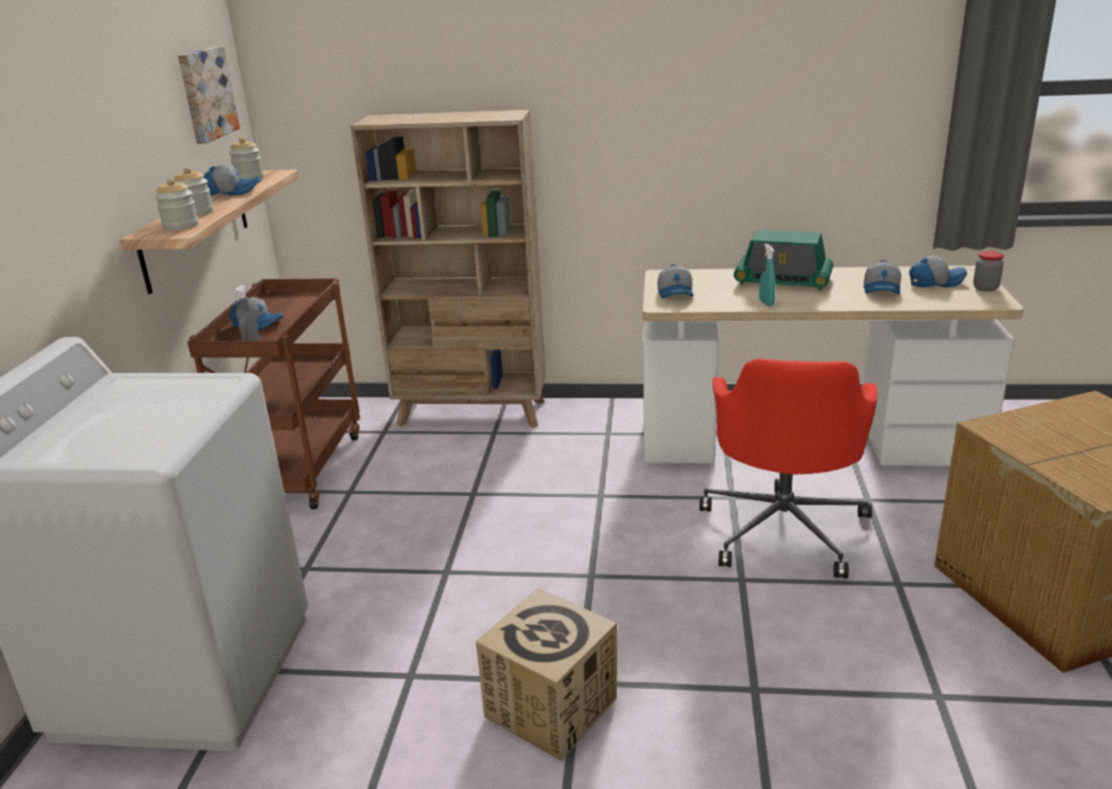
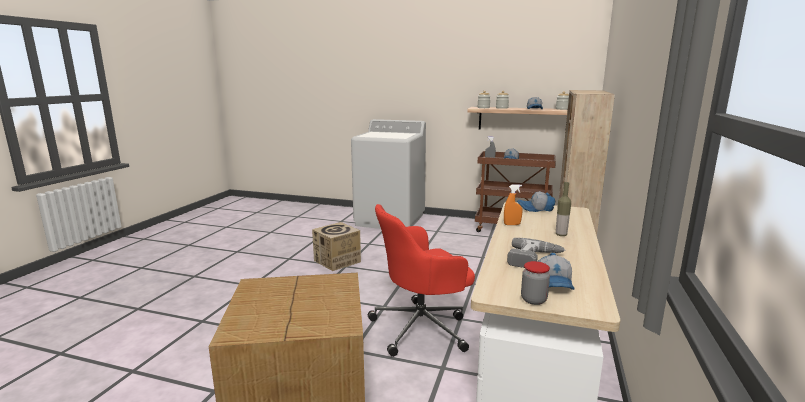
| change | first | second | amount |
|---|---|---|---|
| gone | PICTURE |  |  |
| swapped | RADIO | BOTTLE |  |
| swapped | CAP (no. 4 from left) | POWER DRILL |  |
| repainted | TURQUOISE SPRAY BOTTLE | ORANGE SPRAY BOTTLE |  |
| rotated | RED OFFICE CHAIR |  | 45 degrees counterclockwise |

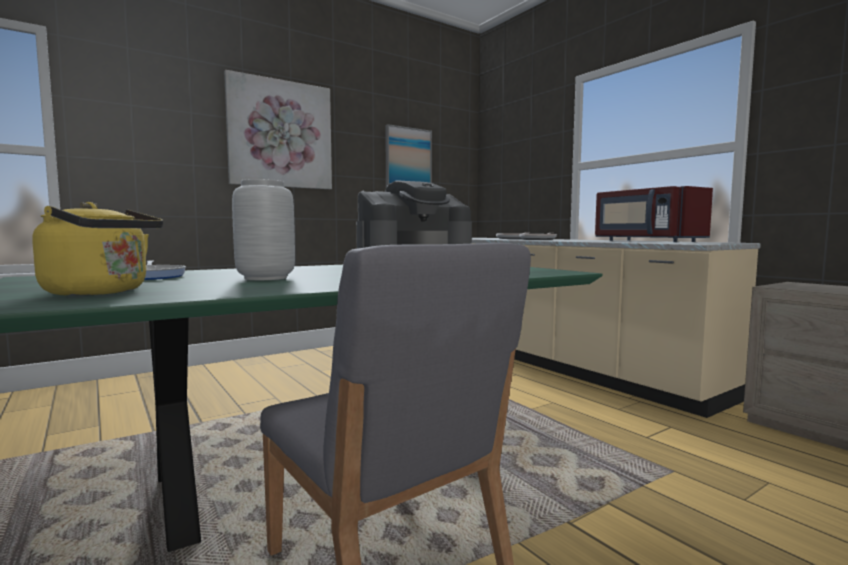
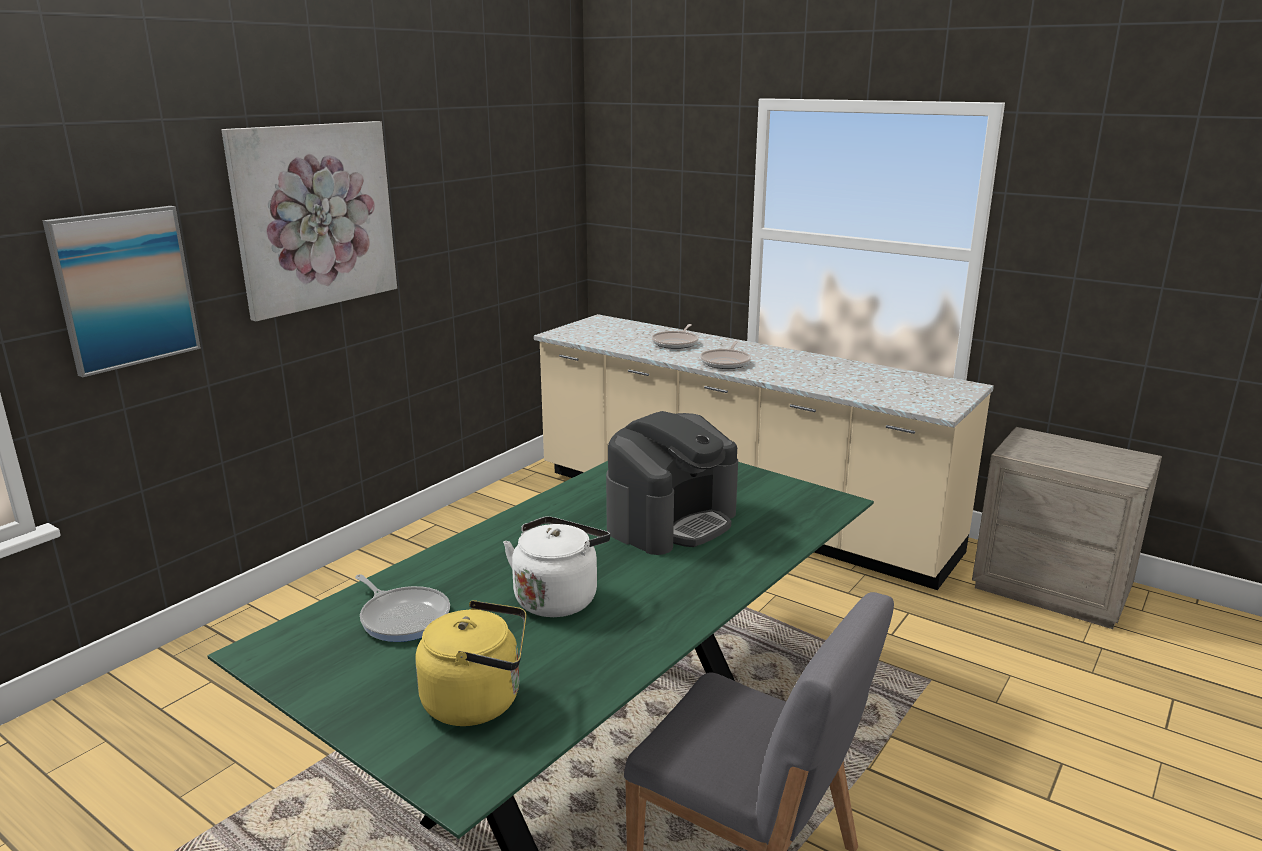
| change | first | second | amount |
|---|---|---|---|
| gone | RED MICROWAVE |  |  |
| shifted | PICTURE (no. 2 from left in the first image) | PICTURE (no. 1 from left) |  |
| swapped | GREY VASE | WHITE KETTLE |  |

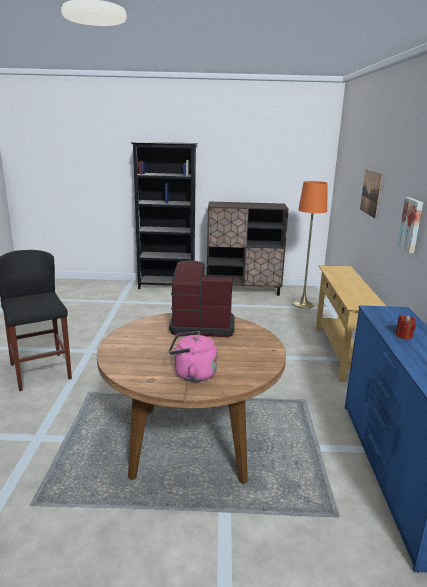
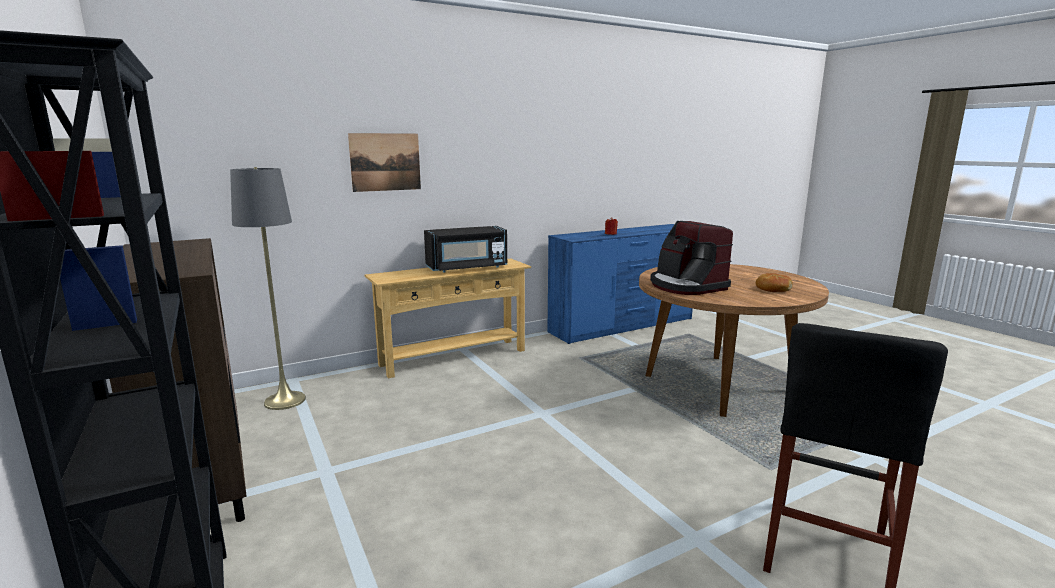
| change | first | second | amount |
|---|---|---|---|
| gone | PINK KETTLE |  |  |
| gone | PICTURE (no. 2 from left) |  |  |
| new |  | BLACK MICROWAVE |  |
| new |  | BREAD |  |
| repainted | ORANGE FLOOR LAMP | GREY FLOOR LAMP |  |

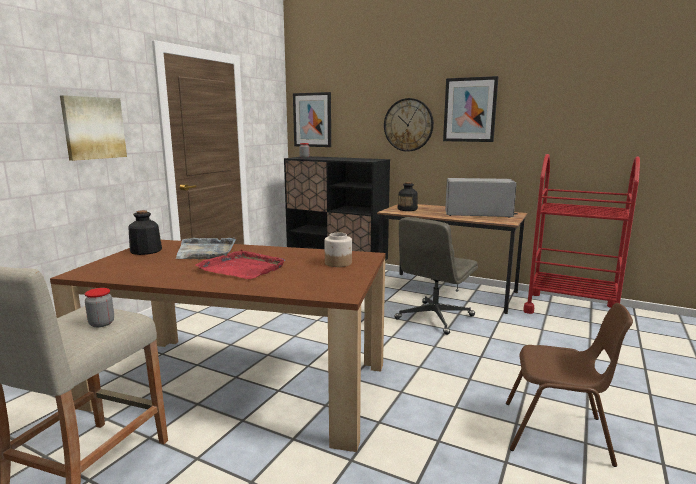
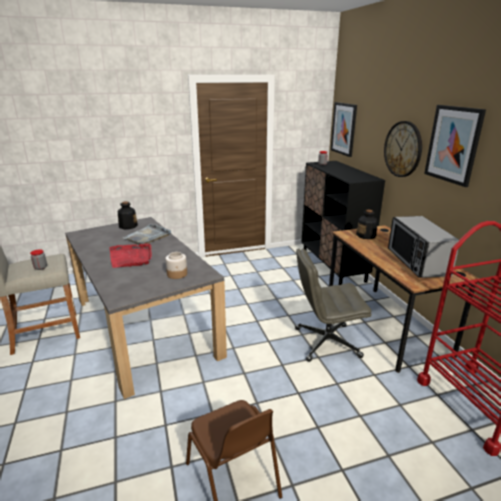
| change | first | second | amount |
|---|---|---|---|
| gone | PICTURE (no. 1 from left) |  |  |
| repainted | BROWN DINING TABLE | GREY DINING TABLE |  |
| rotated | MICROWAVE |  | 150 degrees counterclockwise |

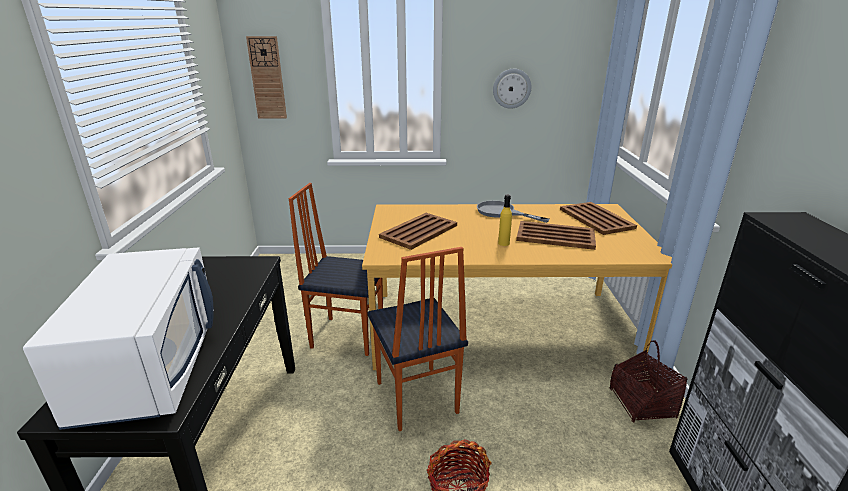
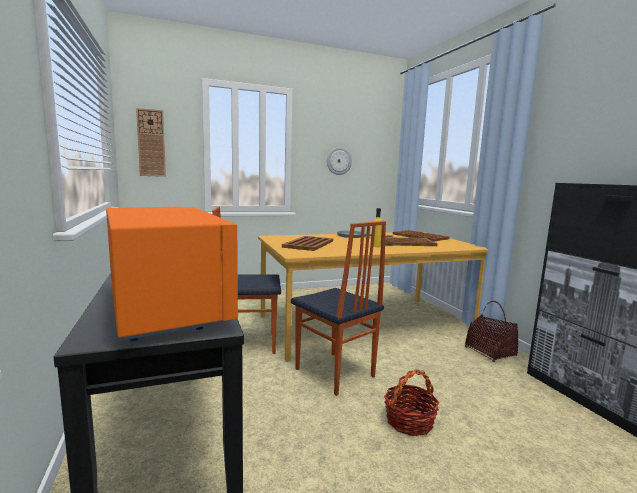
| change | first | second | amount |
|---|---|---|---|
| repainted | WHITE MICROWAVE | ORANGE MICROWAVE |  |

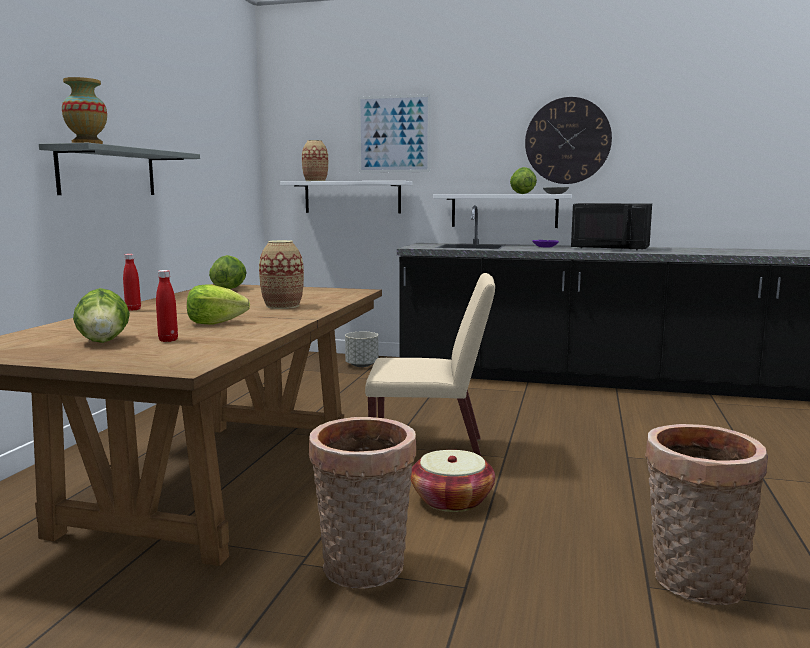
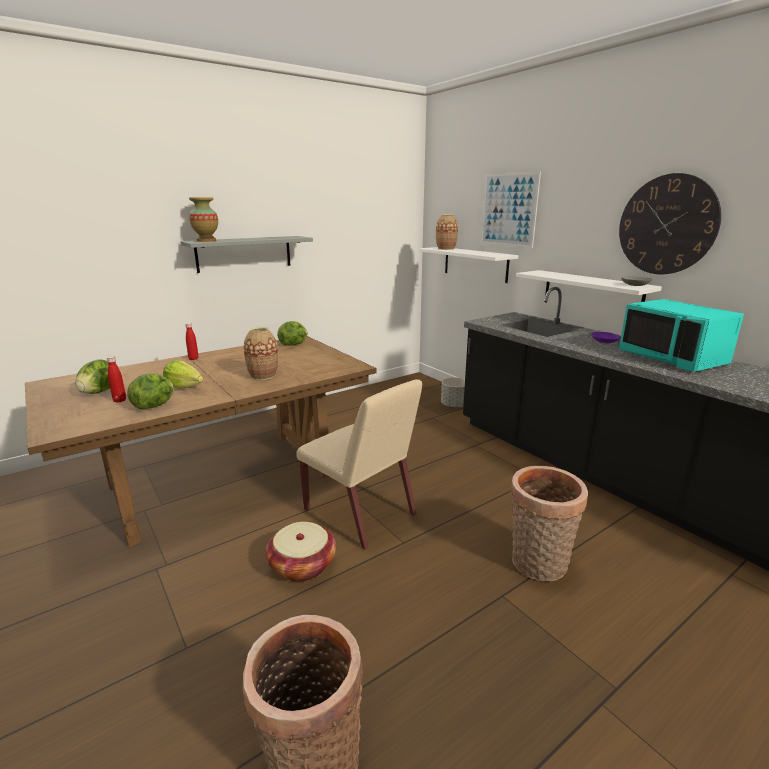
| change | first | second | amount |
|---|---|---|---|
| shifted | BASKET (no. 1 from left in the first image) | BASKET (no. 3 from left) |  |
| shifted | LETTUCE (no. 4 from left in the first image) | LETTUCE (no. 2 from left) |  |
| repainted | BLACK MICROWAVE | TURQUOISE MICROWAVE |  |

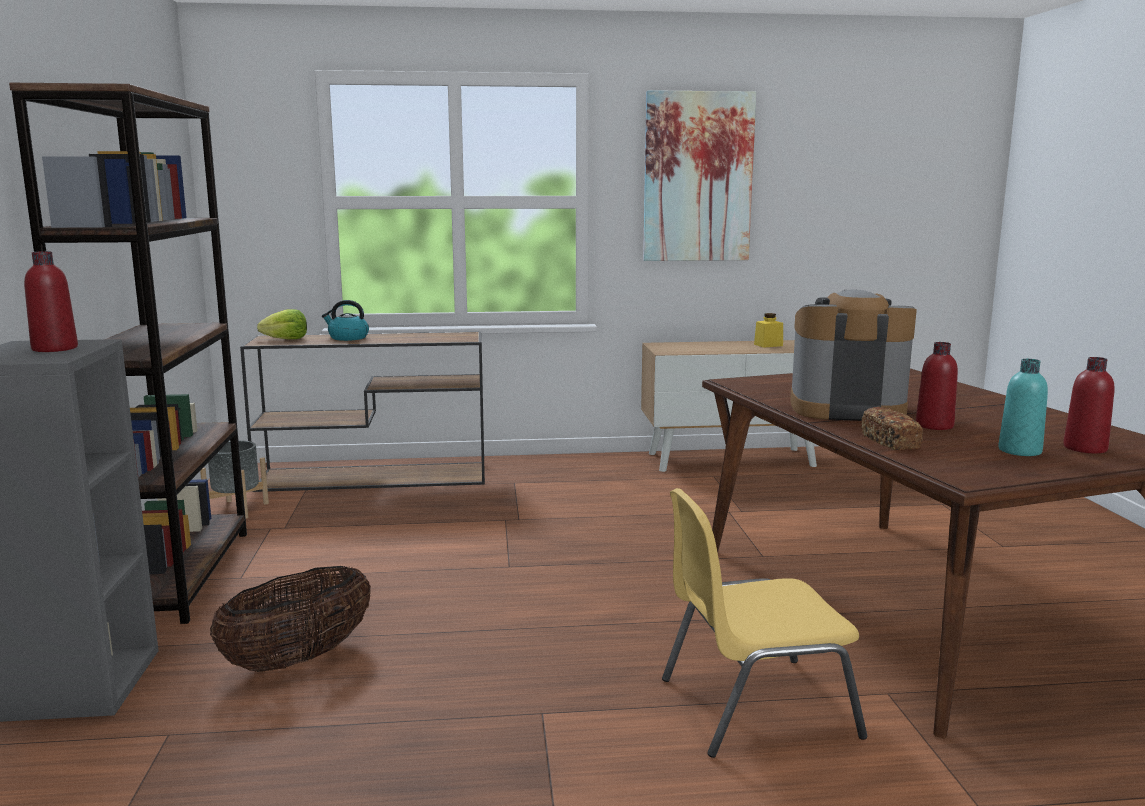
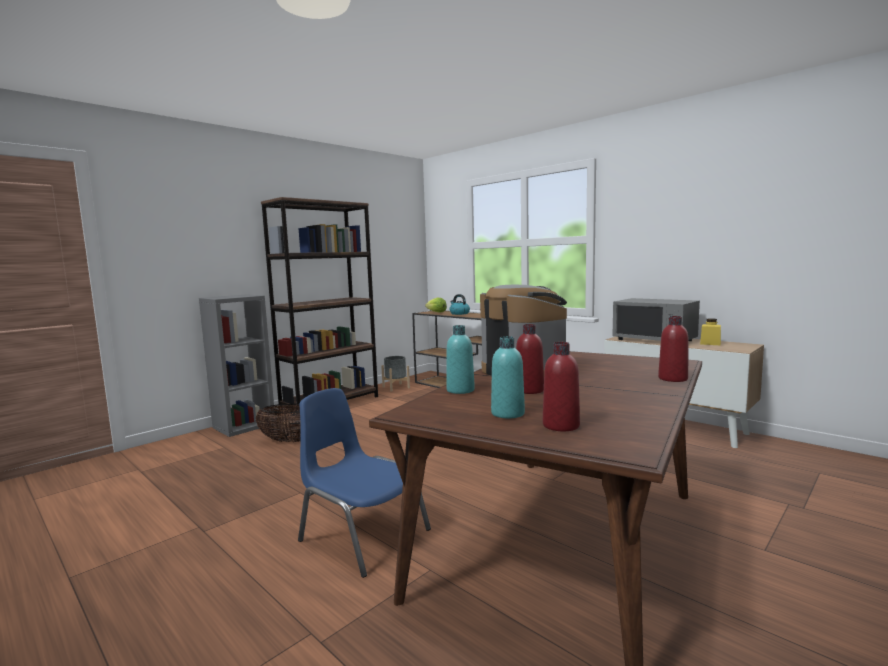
| change | first | second | amount |
|---|---|---|---|
| gone | PICTURE |  |  |
| new |  | GREY MICROWAVE |  |
| shifted | RED BOTTLE (no. 1 from left in the first image) | RED BOTTLE (no. 3 from left) |  |
| swapped | BREAD | TURQUOISE BOTTLE (no. 1 from left) |  |
| repainted | YELLOW CHAIR | BLUE CHAIR |  |

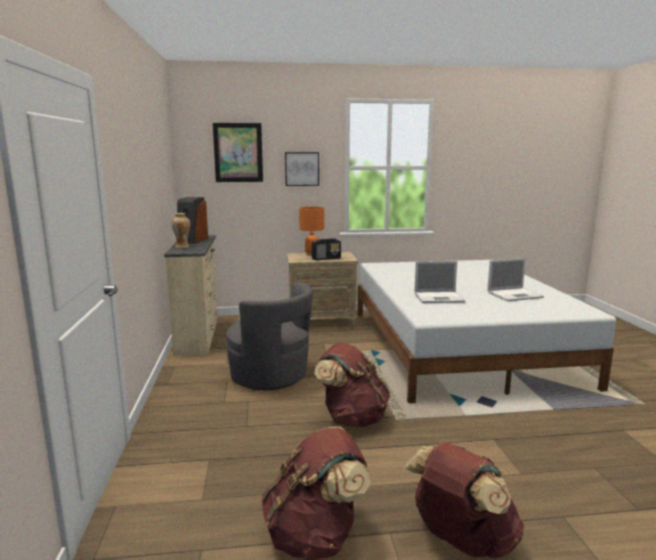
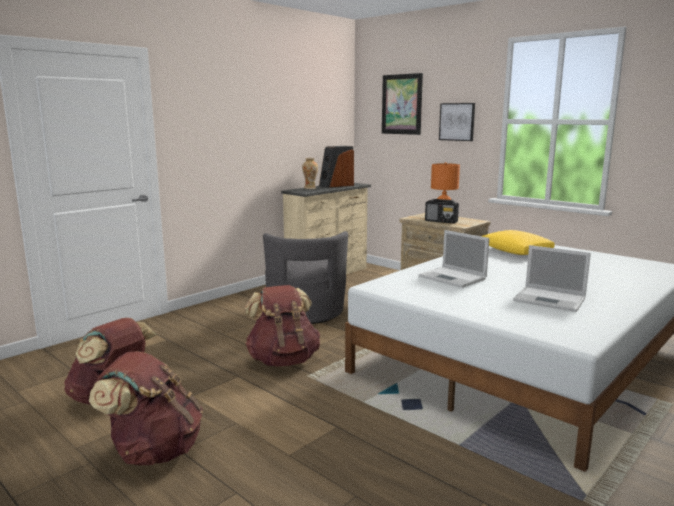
| change | first | second | amount |
|---|---|---|---|
| new |  | YELLOW PILLOW |  |

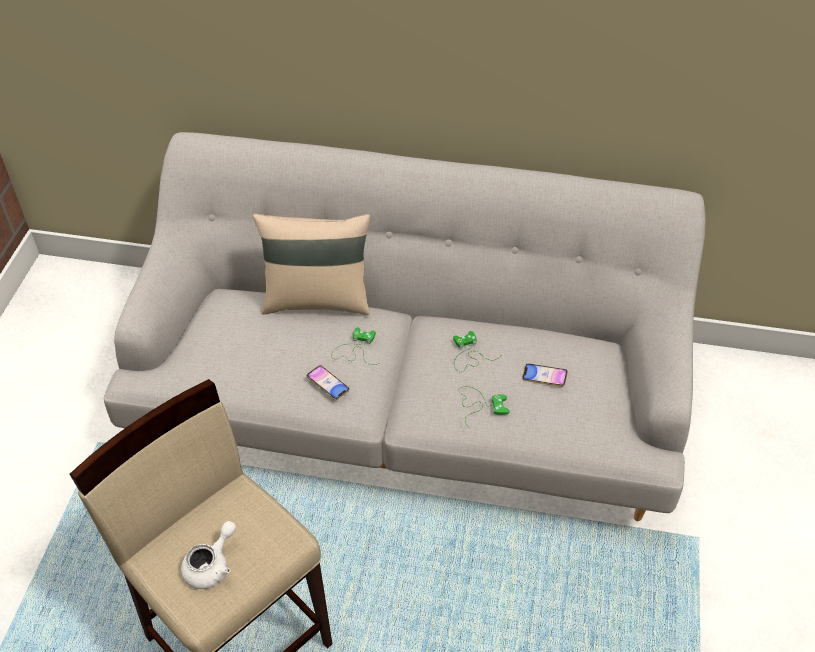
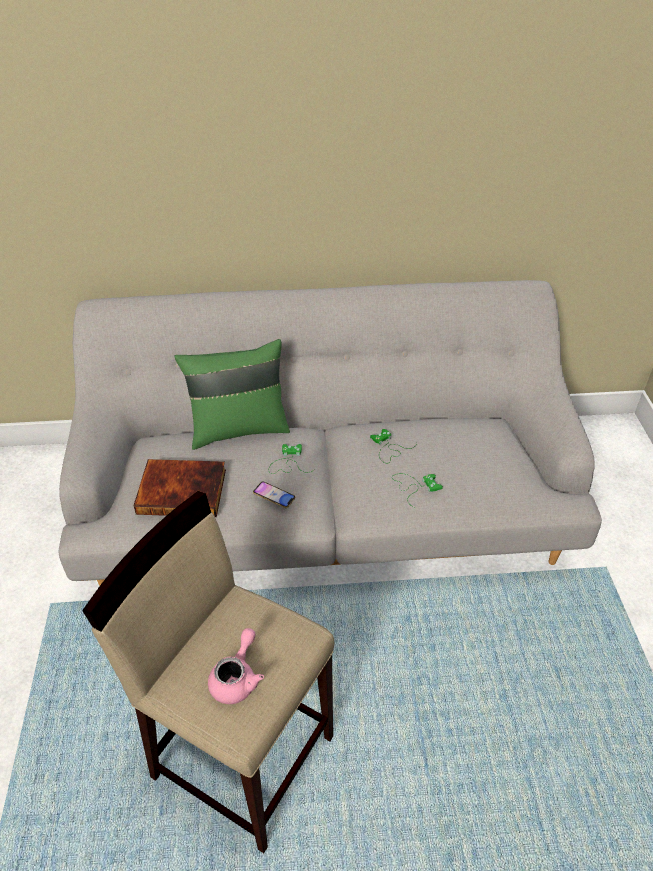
| change | first | second | amount |
|---|---|---|---|
| gone | PHONE (no. 2 from left) |  |  |
| new |  | BOOK |  |
| repainted | WHITE TEAPOT | PINK TEAPOT |  |
| repainted | BEIGE PILLOW | GREEN PILLOW |  |

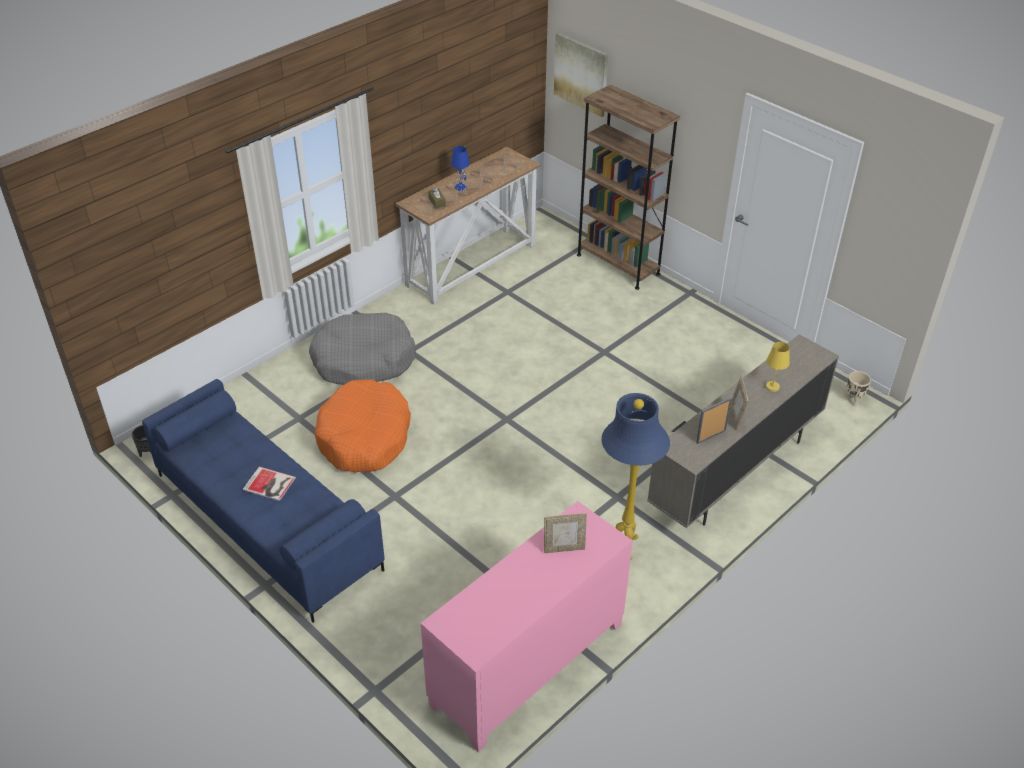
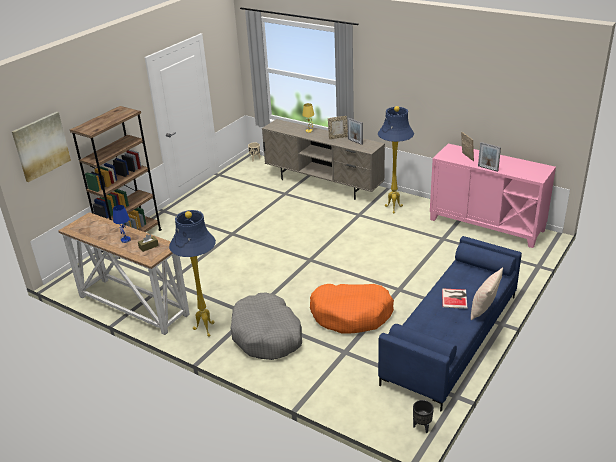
| change | first | second | amount |
|---|---|---|---|
| new |  | BLUE FLOOR LAMP (no. 1 from left) |  |
| new |  | BEIGE PILLOW |  |
| new |  | PICTURE FRAME (no. 4 from left) |  |

